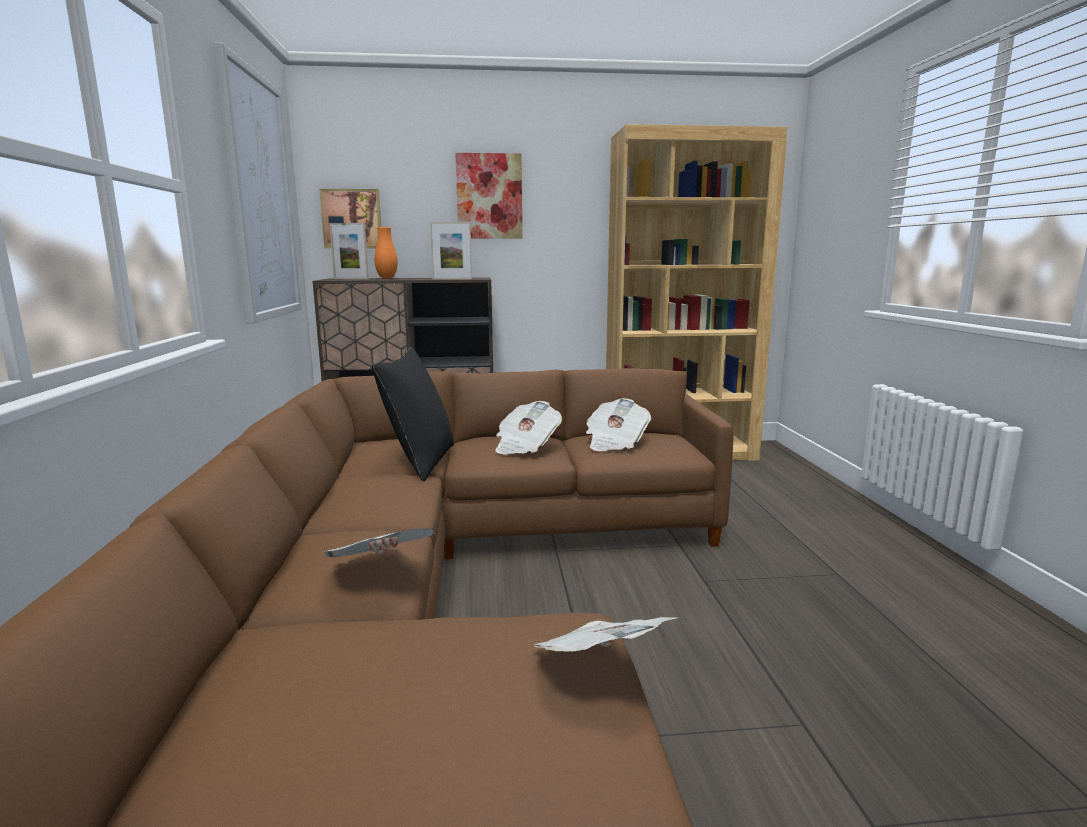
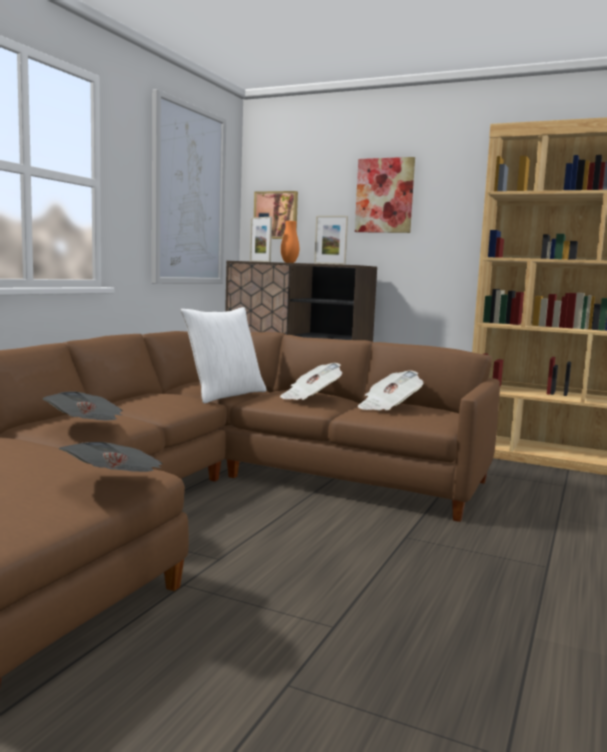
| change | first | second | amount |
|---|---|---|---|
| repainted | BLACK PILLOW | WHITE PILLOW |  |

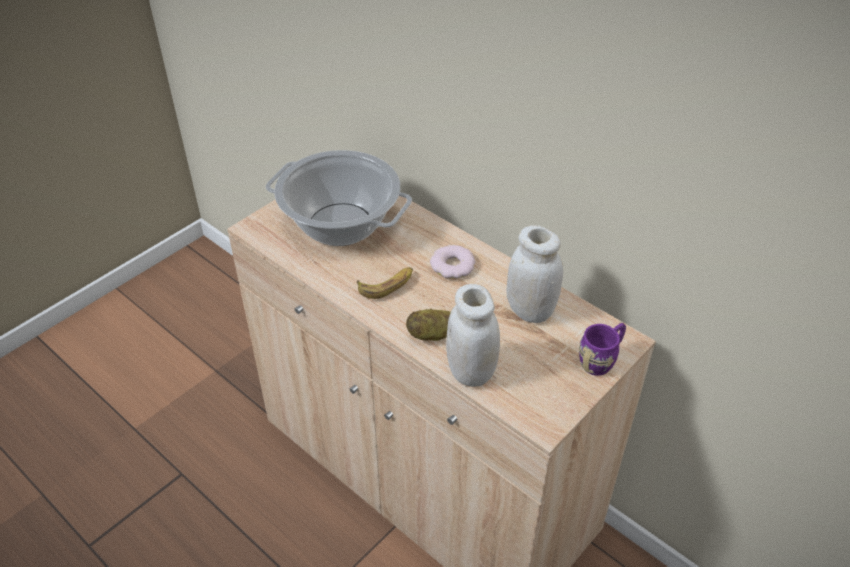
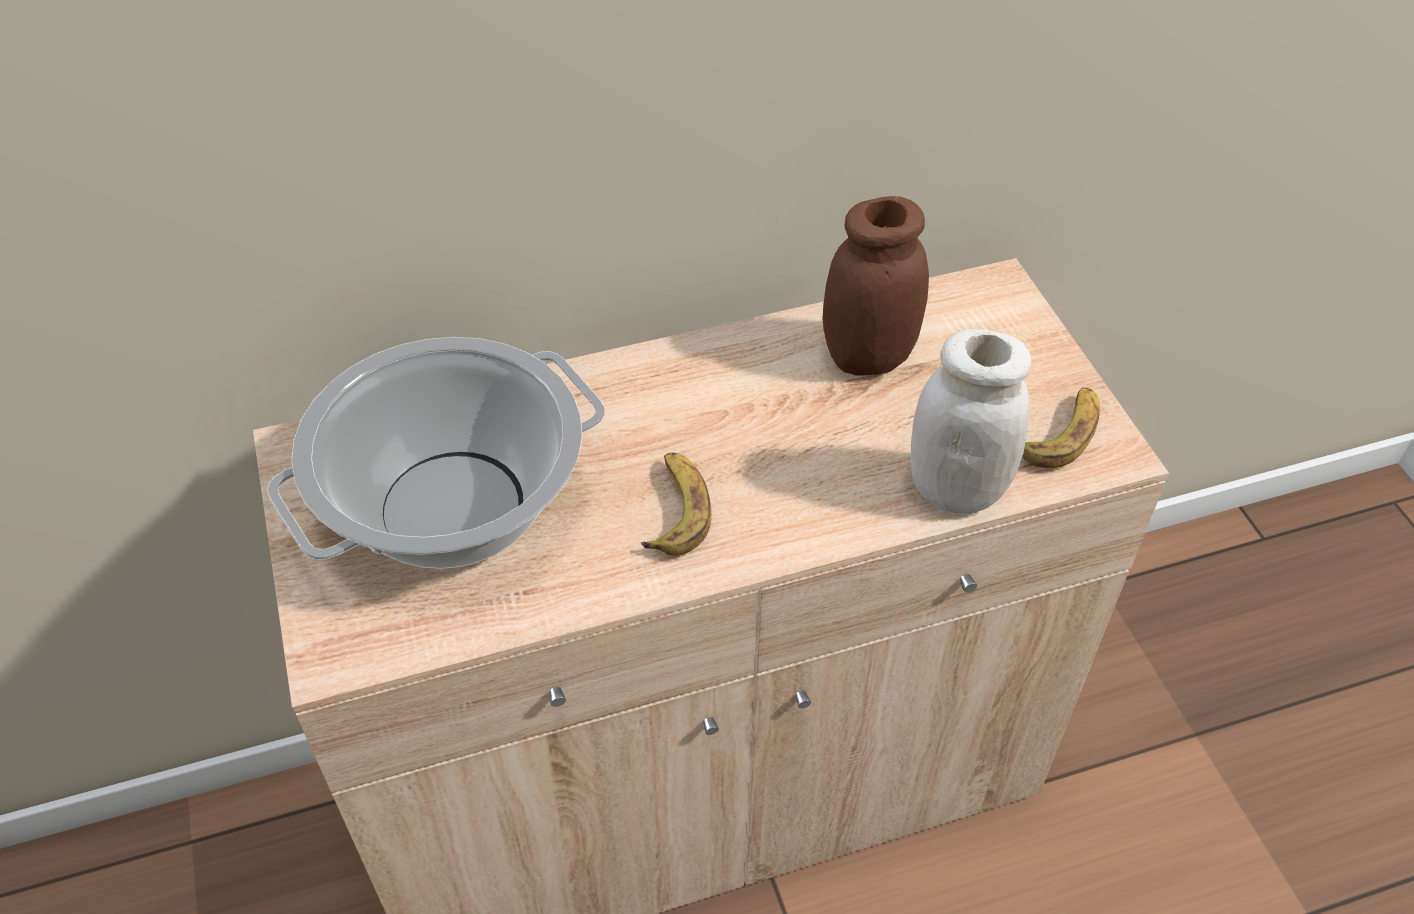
| change | first | second | amount |
|---|---|---|---|
| gone | POTATO |  |  |
| gone | DONUT |  |  |
| gone | PURPLE MUG |  |  |
| new |  | BANANA (no. 2 from left) |  |
| repainted | WHITE JAR (no. 2 from left) | BROWN JAR |  |

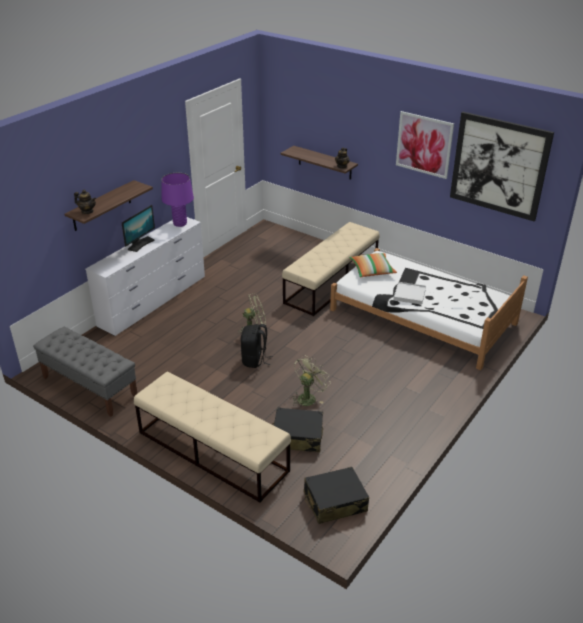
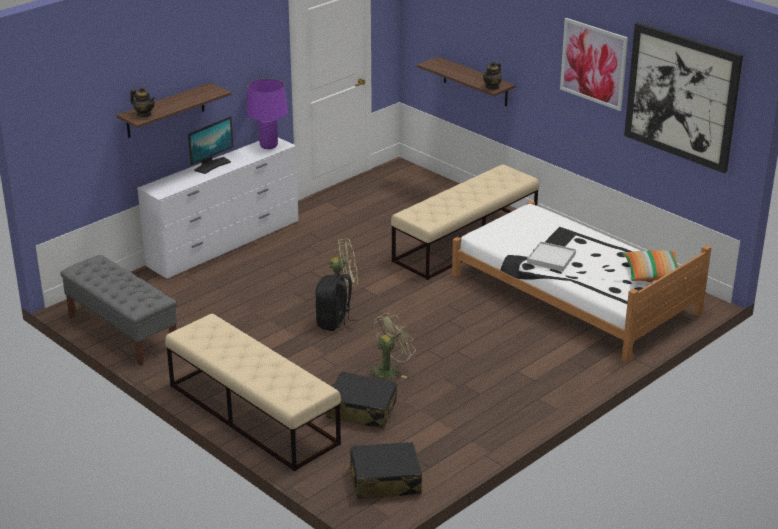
| change | first | second | amount |
|---|---|---|---|
| shifted | PILLOW |  |  |

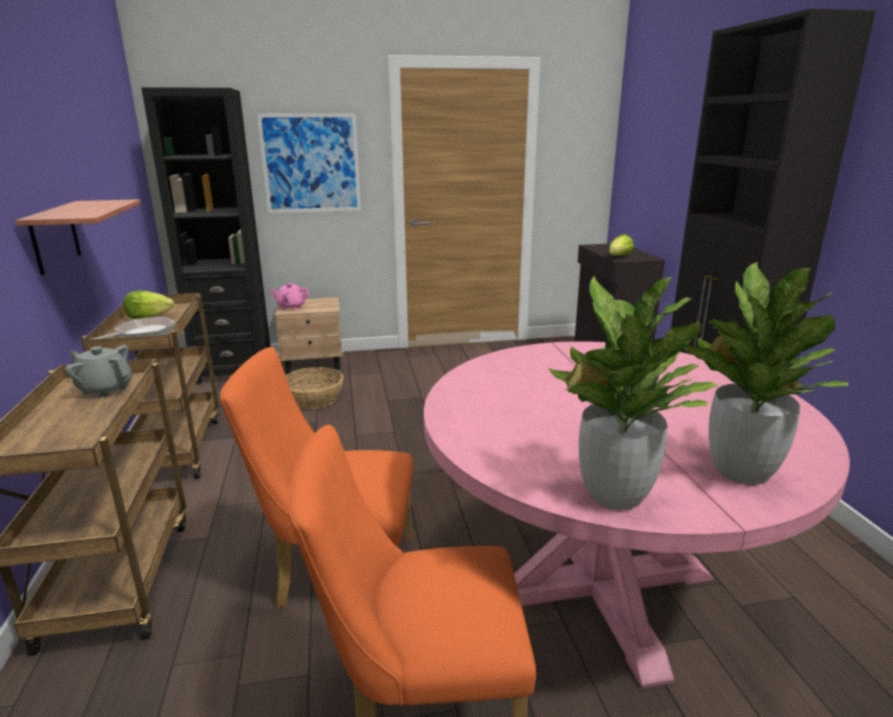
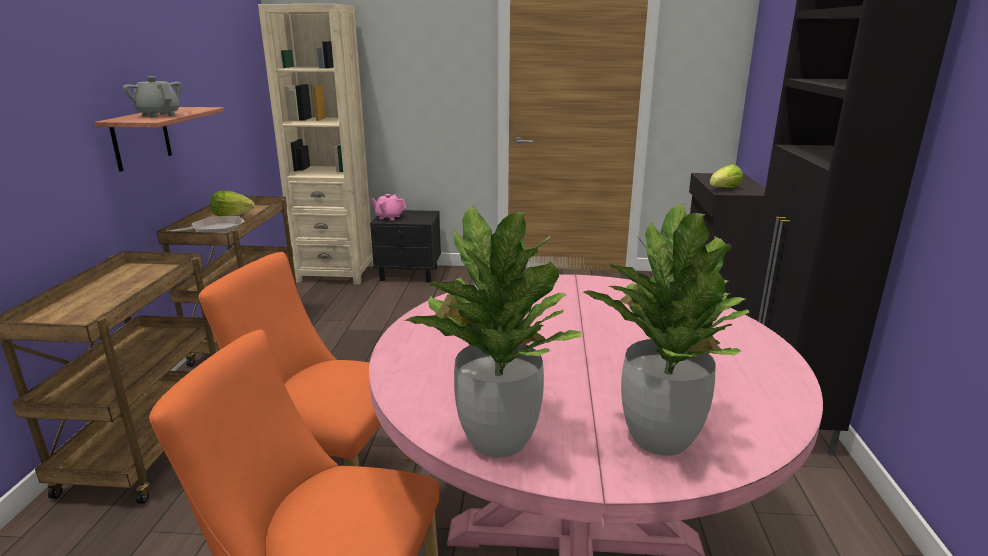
| change | first | second | amount |
|---|---|---|---|
| gone | PICTURE |  |  |
| gone | BASKET |  |  |
| shifted | GREY TEAPOT |  |  |
| repainted | BLACK BOOKCASE | BEIGE BOOKCASE |  |
| repainted | BEIGE NIGHTSTAND | BLACK NIGHTSTAND |  |

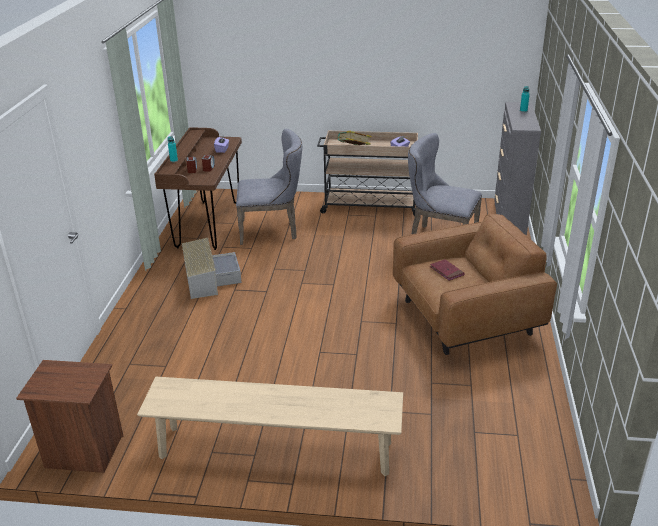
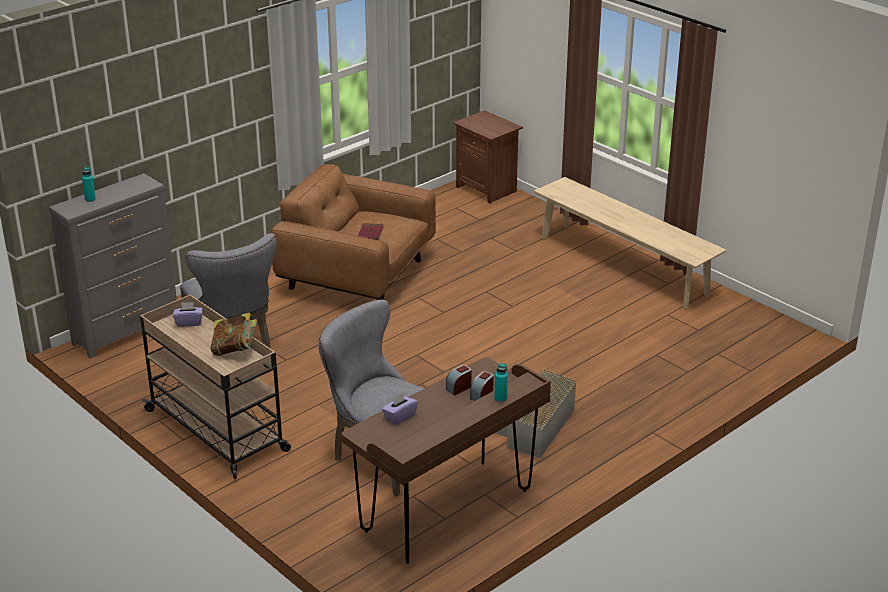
| change | first | second | amount |
|---|---|---|---|
| shifted | BROWN NIGHTSTAND |  |  |

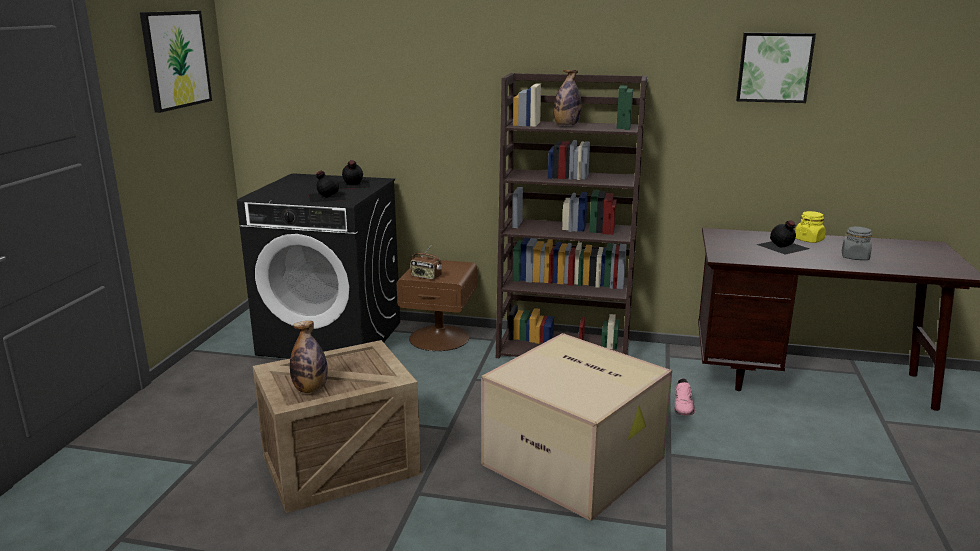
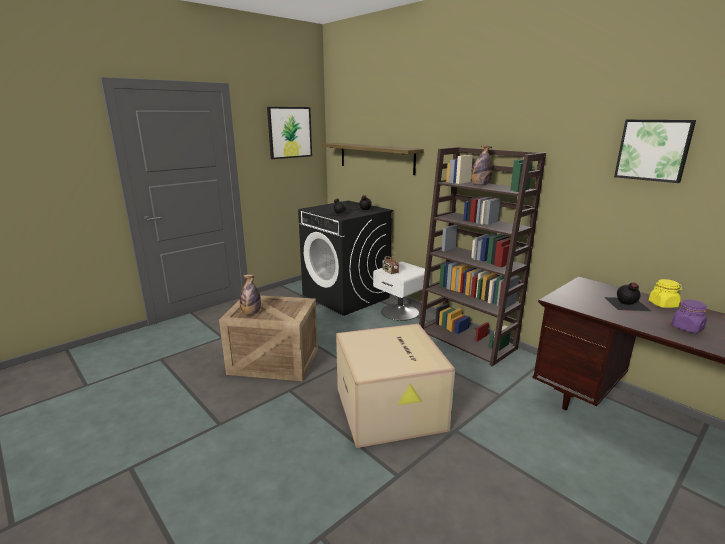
| change | first | second | amount |
|---|---|---|---|
| gone | PINK SHOE |  |  |
| new |  | SHELF |  |
| repainted | BROWN NIGHTSTAND | WHITE NIGHTSTAND |  |
| repainted | GREY JAR | PURPLE JAR |  |

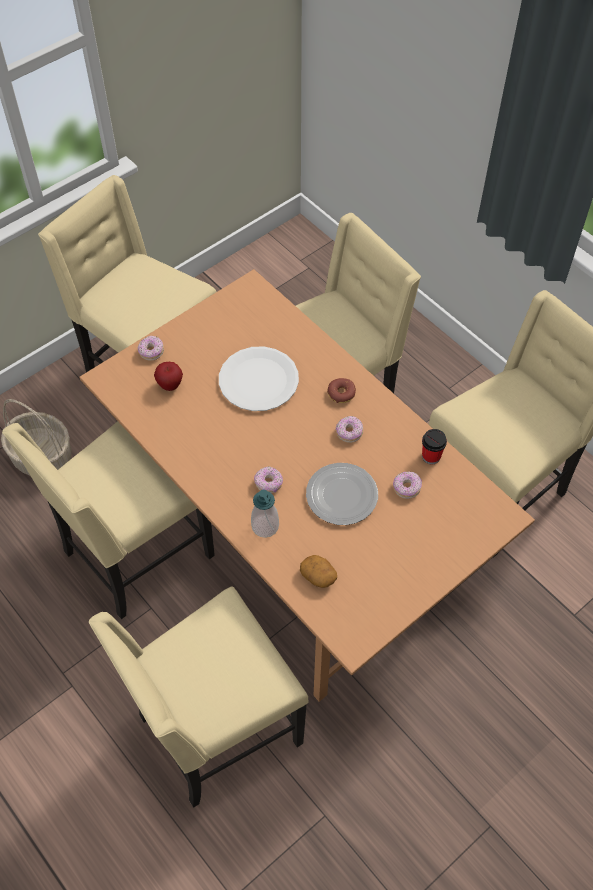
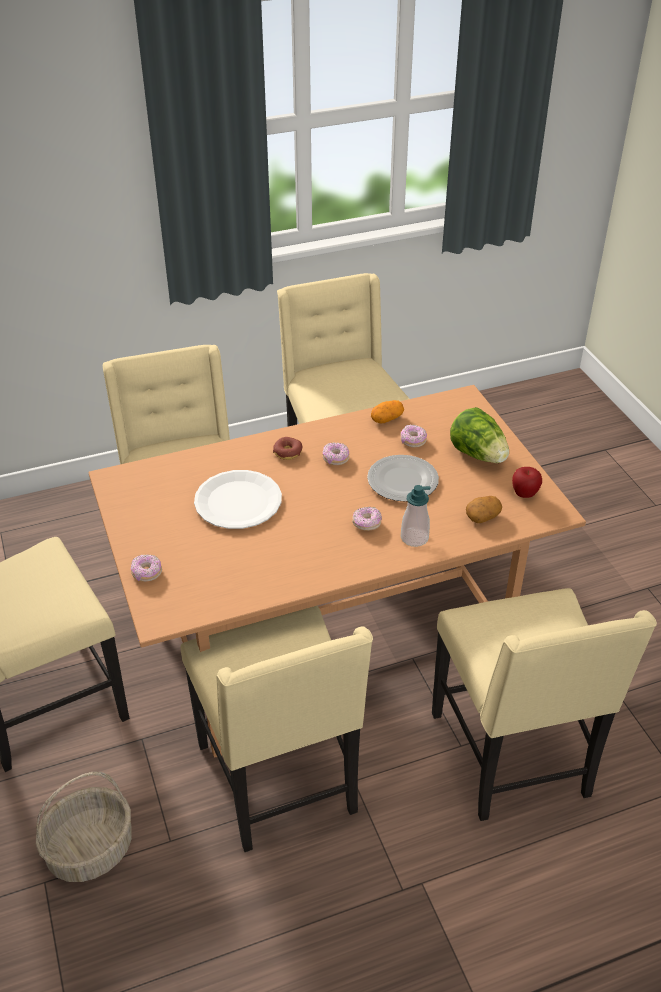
| change | first | second | amount |
|---|---|---|---|
| new |  | LETTUCE |  |
| shifted | APPLE |  |  |
| swapped | CUP | POTATO (no. 1 from left) |  |

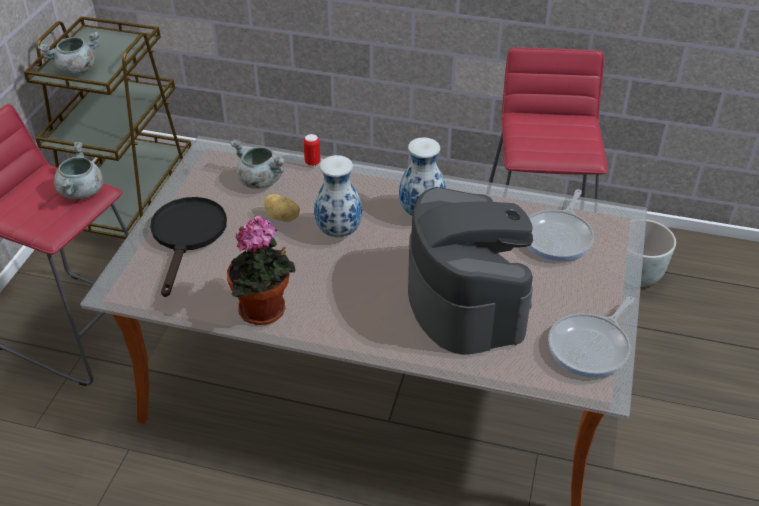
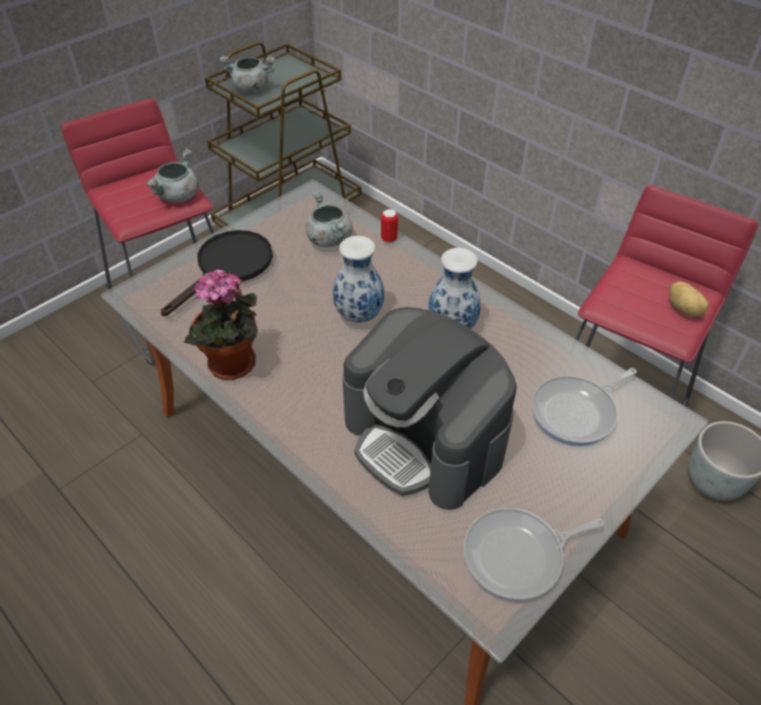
| change | first | second | amount |
|---|---|---|---|
| shifted | POTATO |  |  |
| rotated | COFFEE MACHINE |  | 120 degrees clockwise |

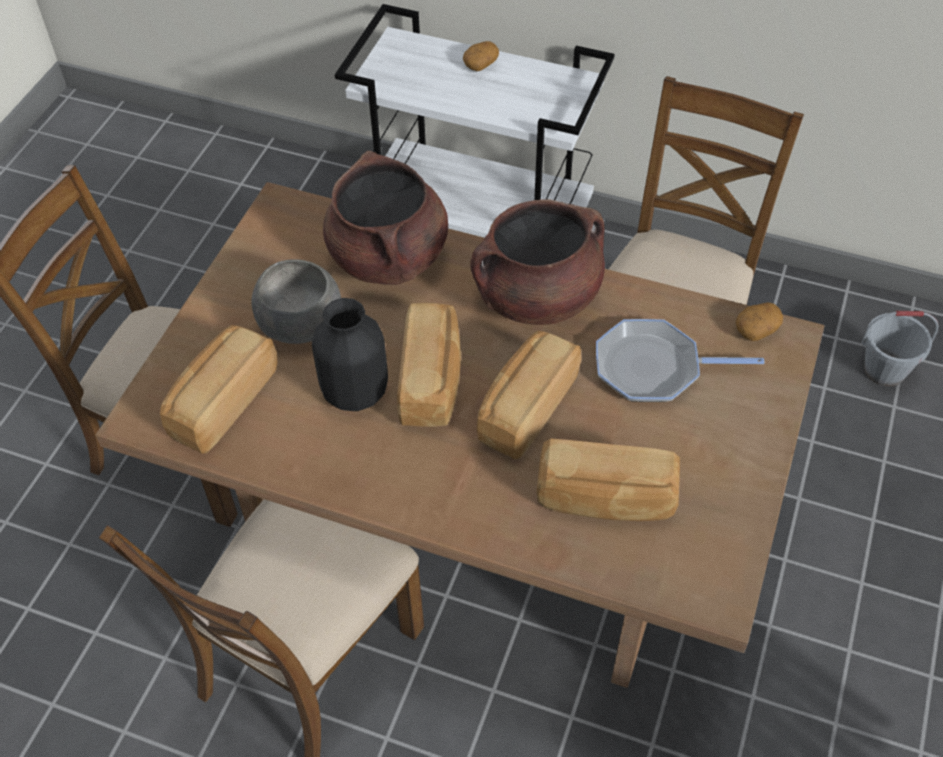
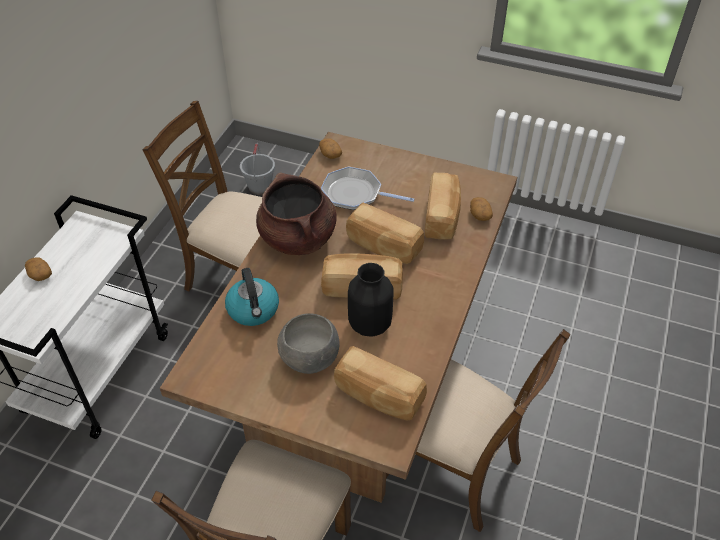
| change | first | second | amount |
|---|---|---|---|
| new |  | POTATO (no. 3 from left) |  |
| swapped | BROWN COOKING POT (no. 1 from left) | KETTLE |  |
| rotated | FRYING PAN |  | 105 degrees clockwise |

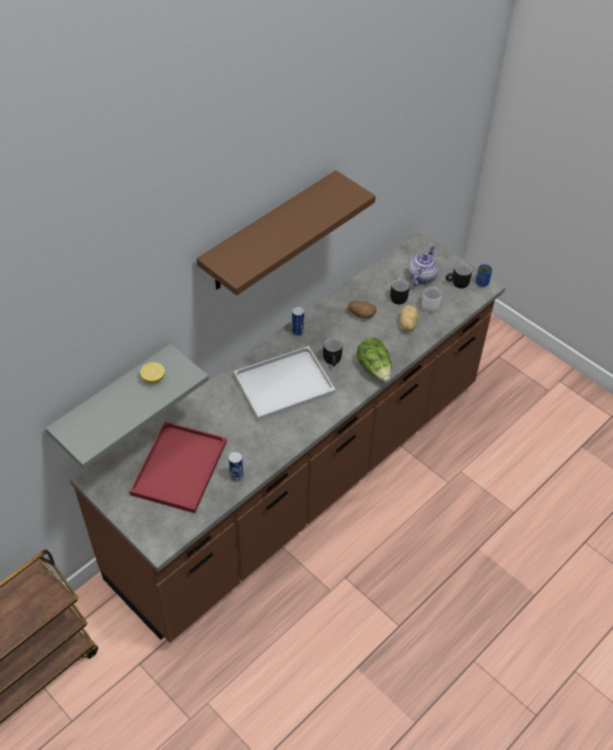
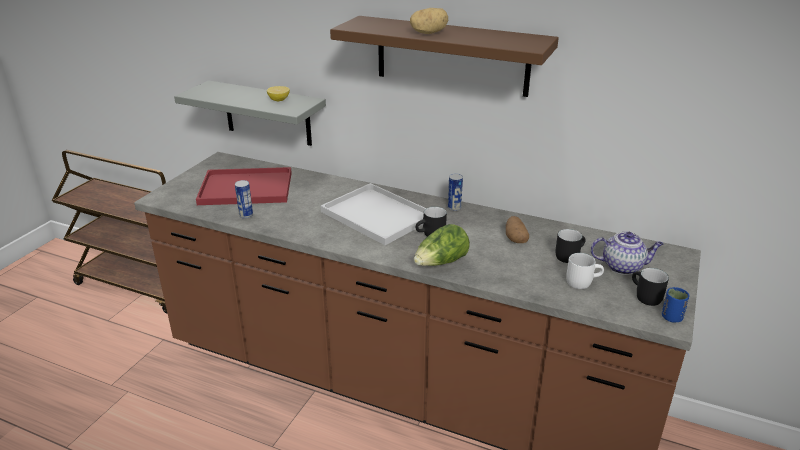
| change | first | second | amount |
|---|---|---|---|
| shifted | POTATO (no. 2 from left in the first image) | POTATO (no. 1 from left) |  |

